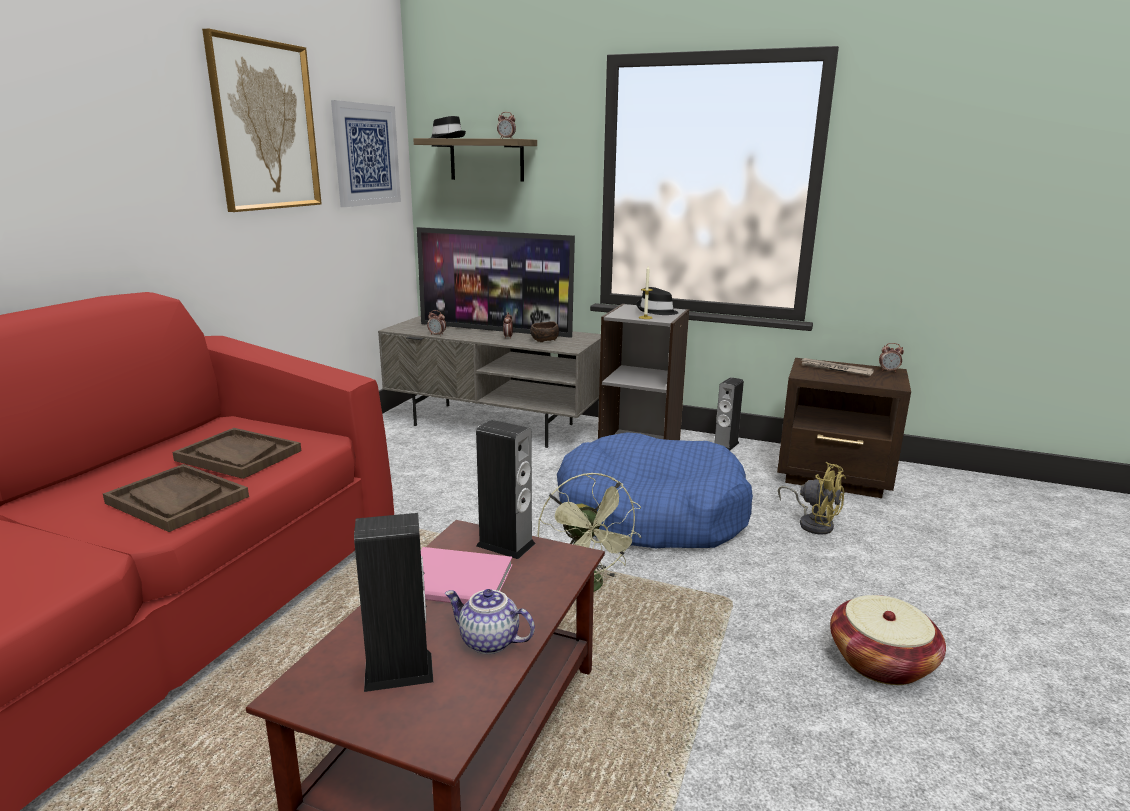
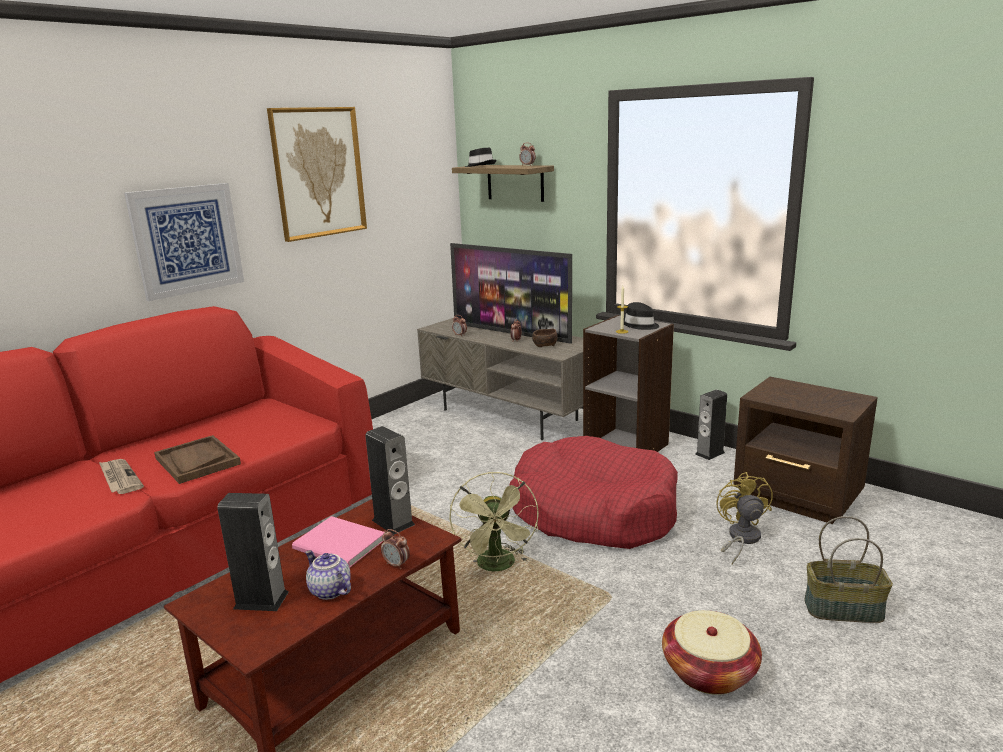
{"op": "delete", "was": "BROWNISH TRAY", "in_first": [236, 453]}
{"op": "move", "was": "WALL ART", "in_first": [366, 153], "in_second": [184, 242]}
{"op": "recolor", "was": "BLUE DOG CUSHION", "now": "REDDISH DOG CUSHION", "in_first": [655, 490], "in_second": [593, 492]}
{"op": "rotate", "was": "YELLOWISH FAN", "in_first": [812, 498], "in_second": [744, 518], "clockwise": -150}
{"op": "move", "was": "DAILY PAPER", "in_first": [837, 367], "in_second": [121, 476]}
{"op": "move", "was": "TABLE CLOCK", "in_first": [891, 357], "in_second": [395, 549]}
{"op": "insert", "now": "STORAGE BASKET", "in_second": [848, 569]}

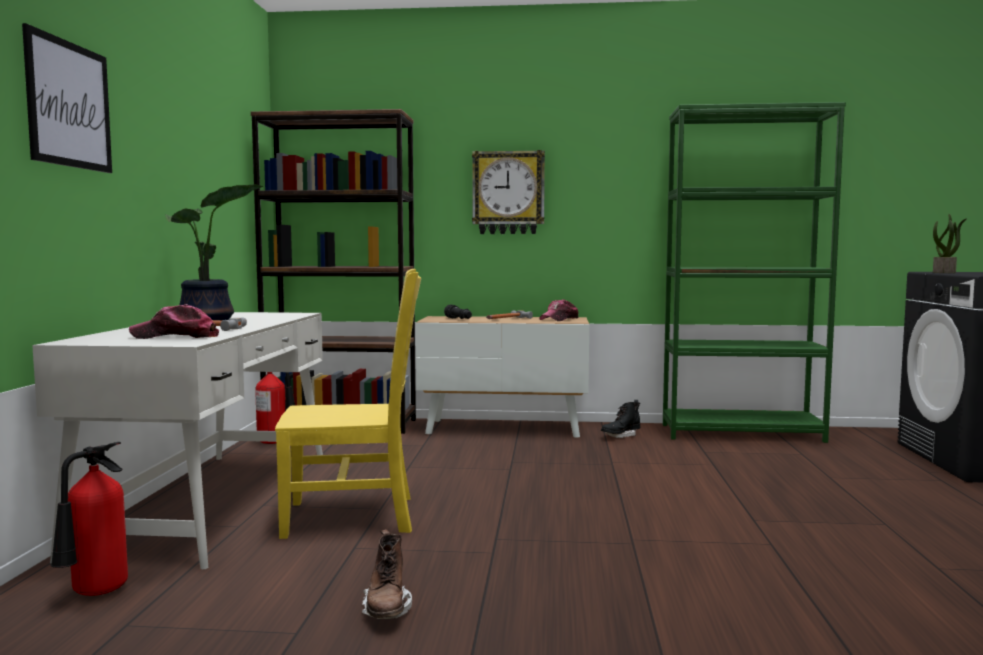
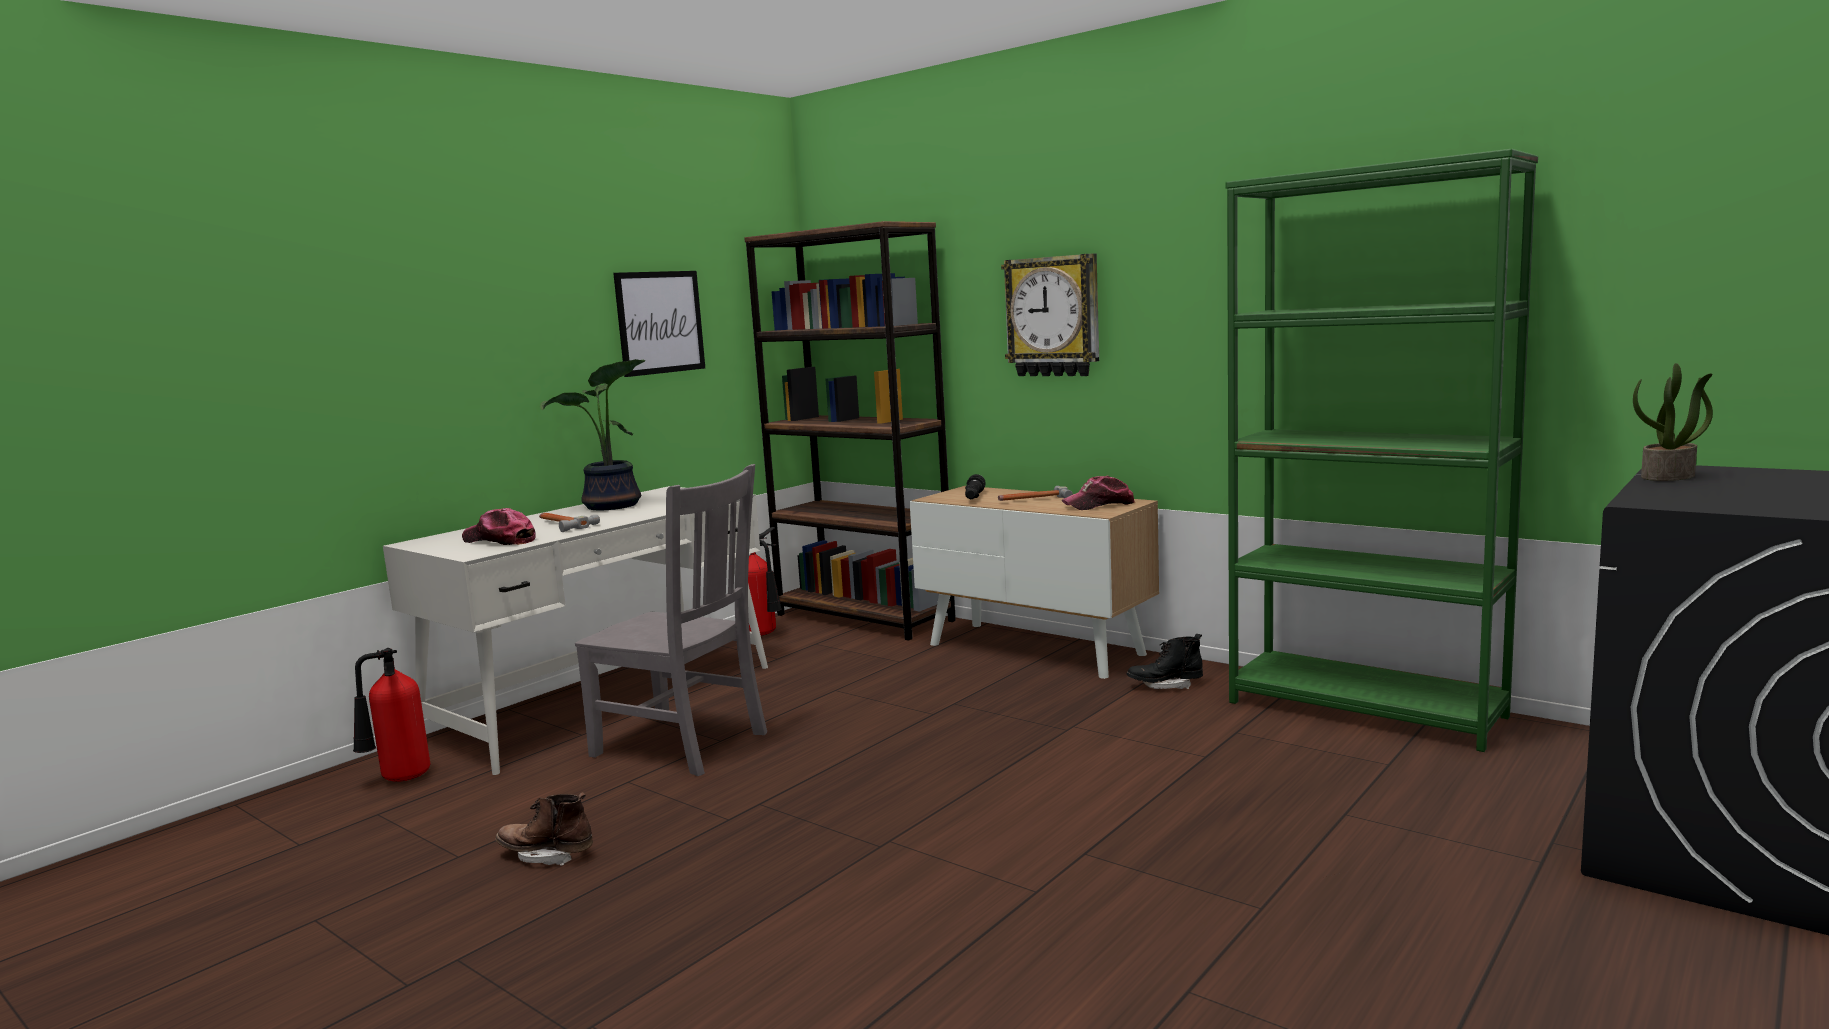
{"op": "move", "was": "WALL ART", "in_first": [67, 98], "in_second": [659, 324]}
{"op": "recolor", "was": "YELLOWISH PLAIN CHAIR", "now": "GREY PLAIN CHAIR", "in_first": [348, 404], "in_second": [671, 620]}
{"op": "rotate", "was": "BROWNISH HIGH-TOP BOOT", "in_first": [387, 574], "in_second": [544, 829], "clockwise": 75}

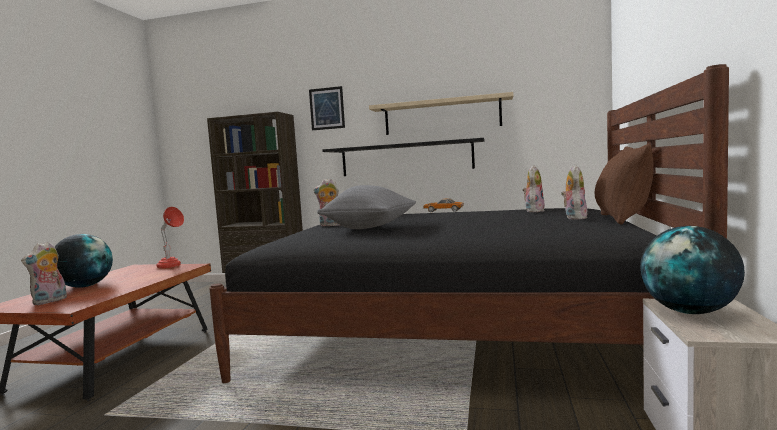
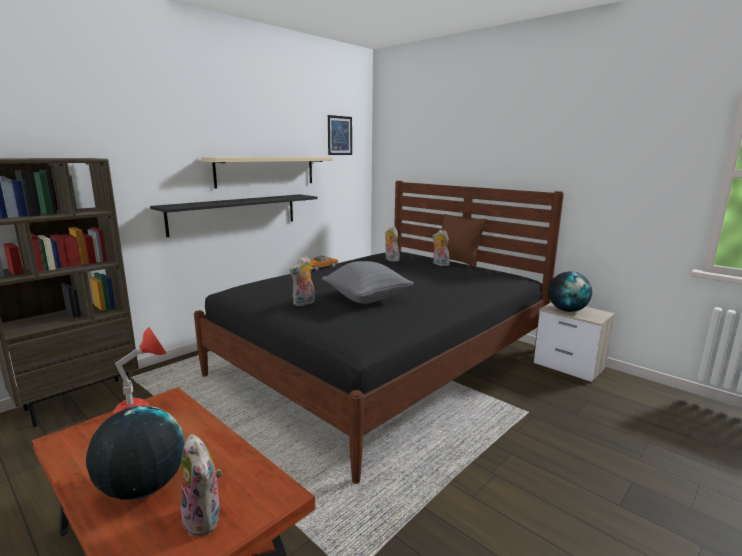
{"op": "move", "was": "WALL ART", "in_first": [327, 108], "in_second": [340, 135]}

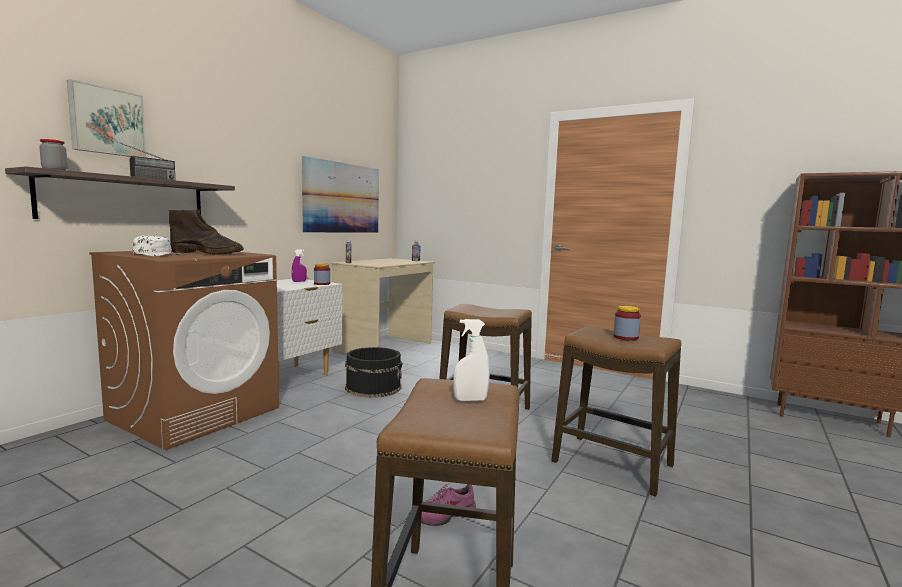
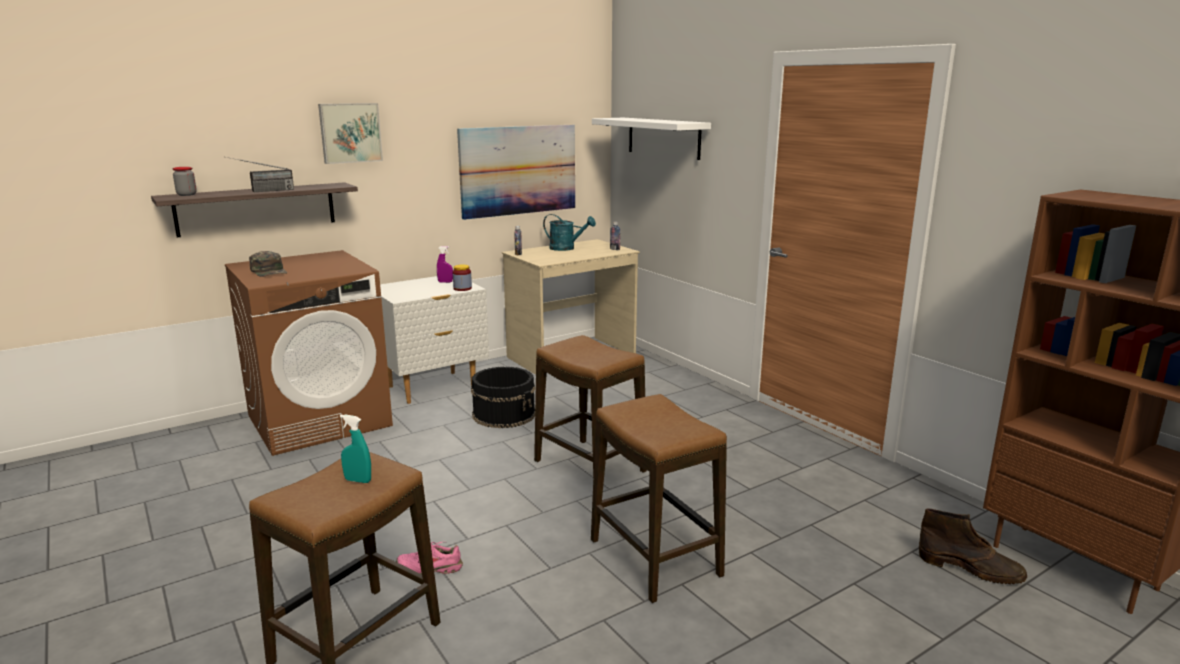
{"op": "move", "was": "WALL ART", "in_first": [107, 118], "in_second": [350, 133]}
{"op": "recolor", "was": "WHITE PEAKED CAP", "now": "GREEN-COLOURED PEAKED CAP", "in_first": [157, 245], "in_second": [268, 264]}
{"op": "move", "was": "BROWNISH HIGH-TOP BOOT", "in_first": [206, 232], "in_second": [973, 546]}
{"op": "recolor", "was": "WHITE HAND SPRAYER", "now": "TURQUOISE-COLOURED HAND SPRAYER", "in_first": [471, 360], "in_second": [355, 448]}
{"op": "delete", "was": "JAR", "in_first": [627, 323]}
{"op": "insert", "now": "TURQUOISE-COLOURED WATERING CAN", "in_second": [569, 232]}
{"op": "insert", "now": "WHITE SHELF", "in_second": [651, 139]}

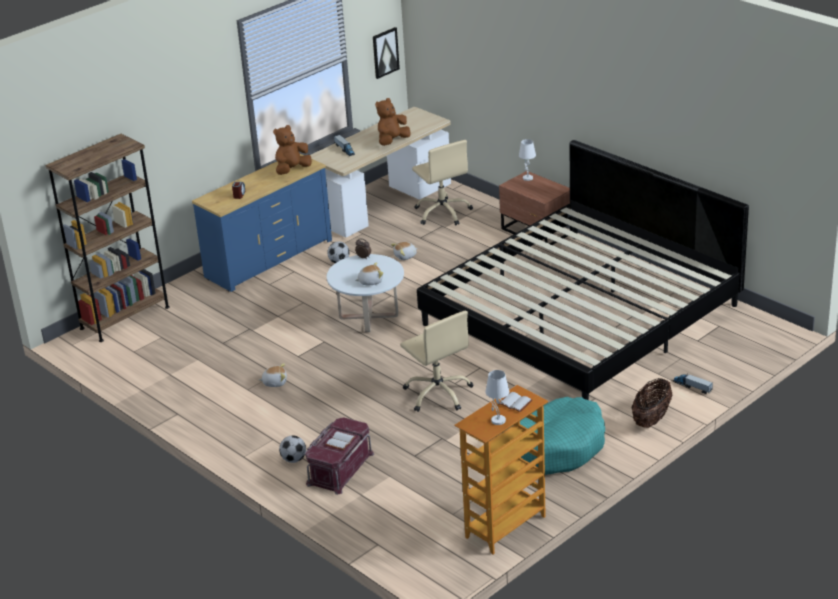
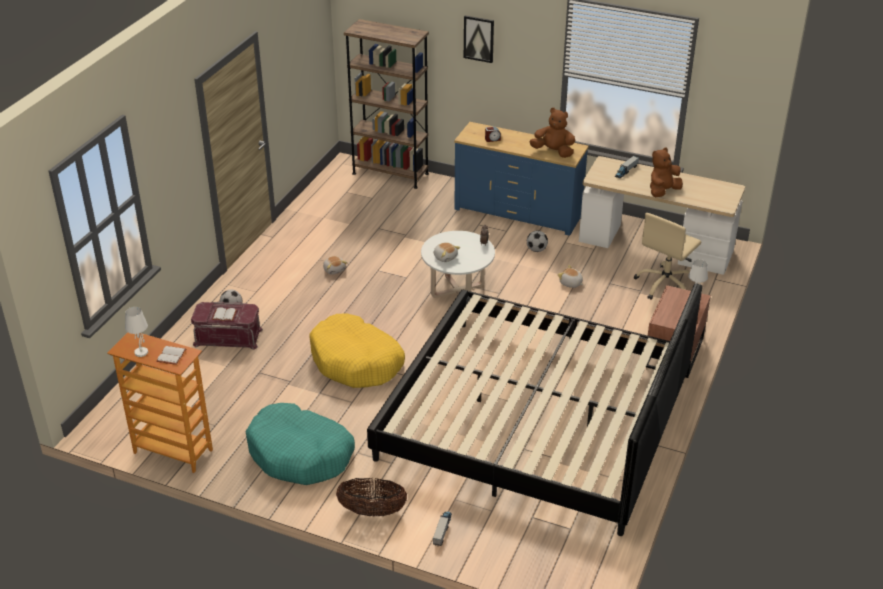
{"op": "move", "was": "WALL ART", "in_first": [386, 53], "in_second": [479, 39]}
{"op": "rotate", "was": "BROWNISH PLUSH TOY", "in_first": [393, 122], "in_second": [666, 172], "clockwise": -60}
{"op": "replace", "was": "SAND-COLOURED DESK CHAIR", "now": "YELLOWISH DOG CUSHION", "in_first": [436, 361], "in_second": [357, 351]}

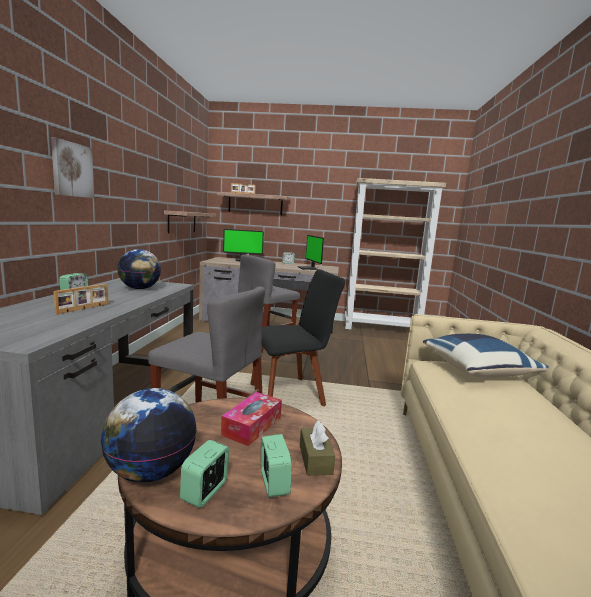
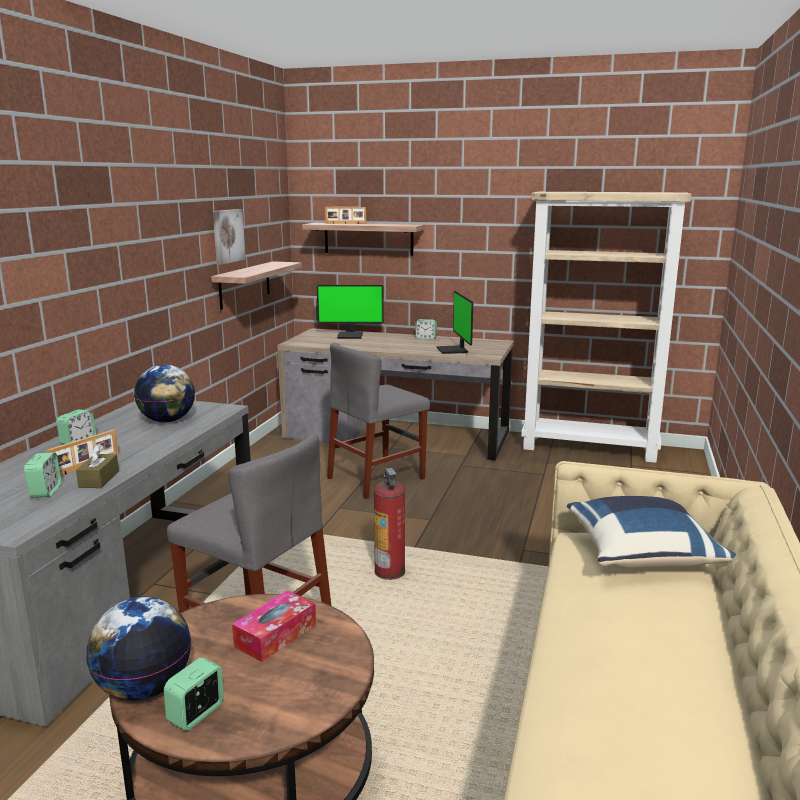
{"op": "move", "was": "WALL ART", "in_first": [72, 167], "in_second": [229, 237]}
{"op": "replace", "was": "BLACK-COLOURED PLAIN CHAIR", "now": "EXTINGUISHER", "in_first": [297, 338], "in_second": [389, 524]}
{"op": "move", "was": "TABLE CLOCK", "in_first": [276, 465], "in_second": [43, 475]}
{"op": "move", "was": "BROWNISH BOX OF TISSUES", "in_first": [317, 448], "in_second": [97, 466]}

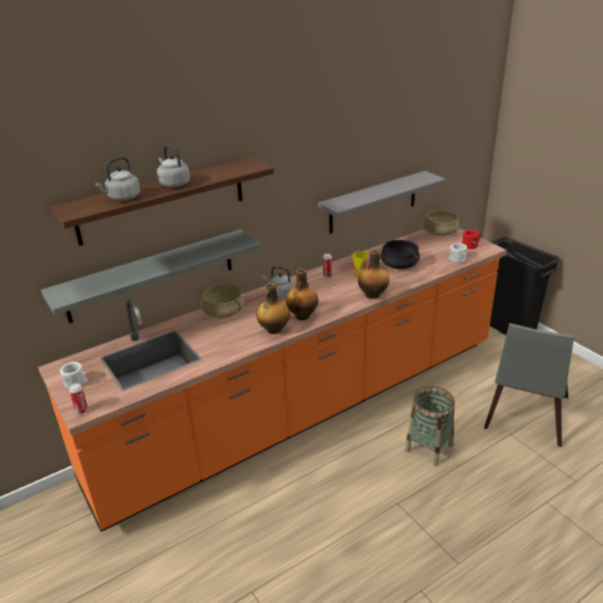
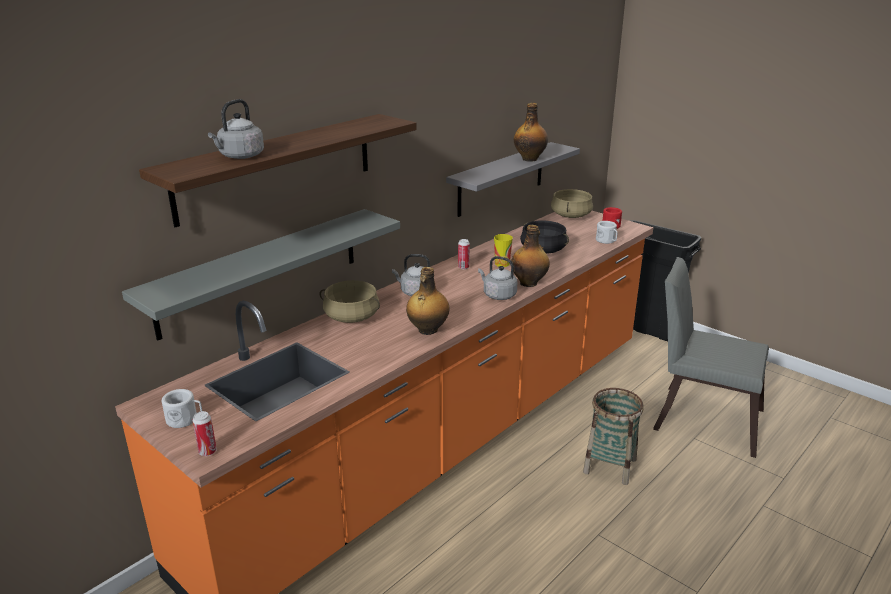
{"op": "move", "was": "GREY TEA KETTLE", "in_first": [173, 166], "in_second": [497, 278]}
{"op": "move", "was": "BOTTLE", "in_first": [302, 294], "in_second": [531, 132]}
{"op": "rotate", "was": "GREY PLAIN CHAIR", "in_first": [529, 385], "in_second": [711, 357], "clockwise": 105}

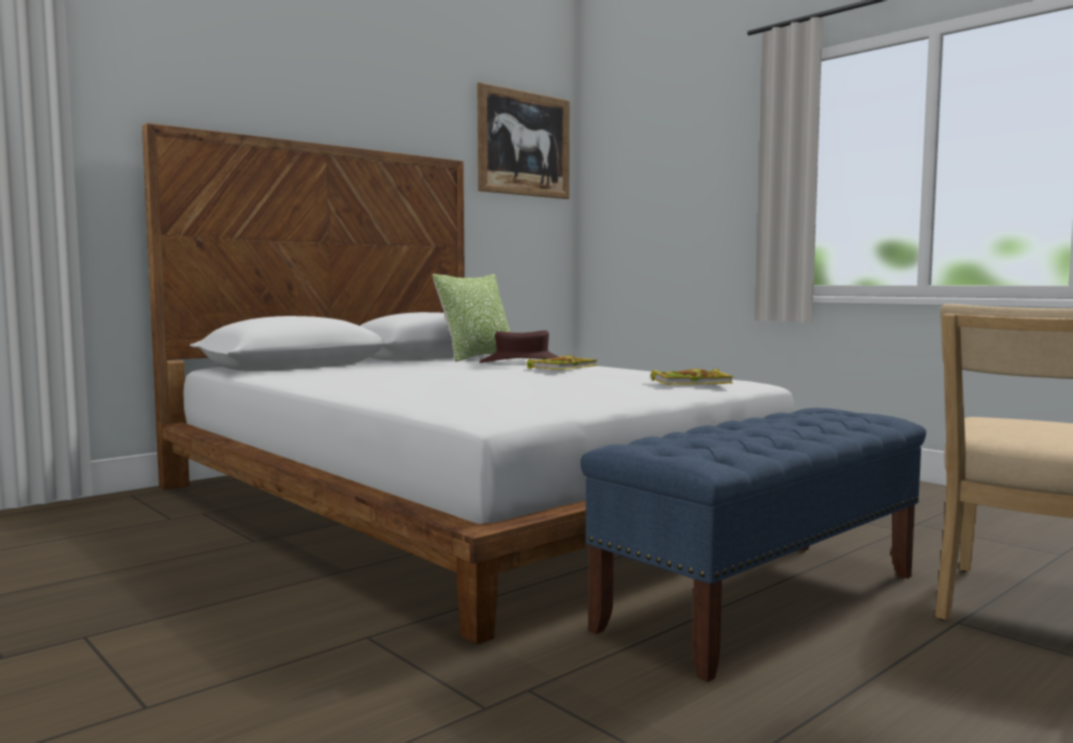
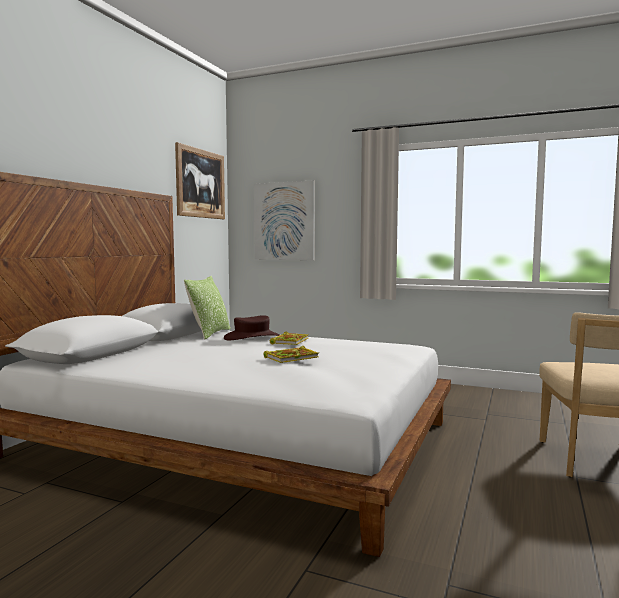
{"op": "delete", "was": "BLUE BENCH", "in_first": [753, 545]}
{"op": "move", "was": "VOLUME", "in_first": [692, 376], "in_second": [291, 354]}
{"op": "insert", "now": "WALL ART", "in_second": [284, 220]}

